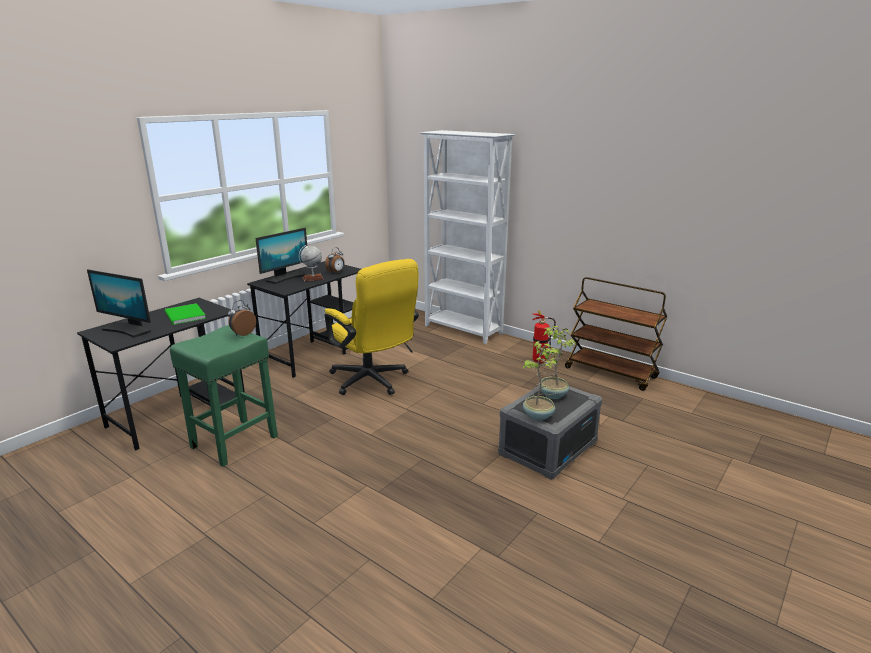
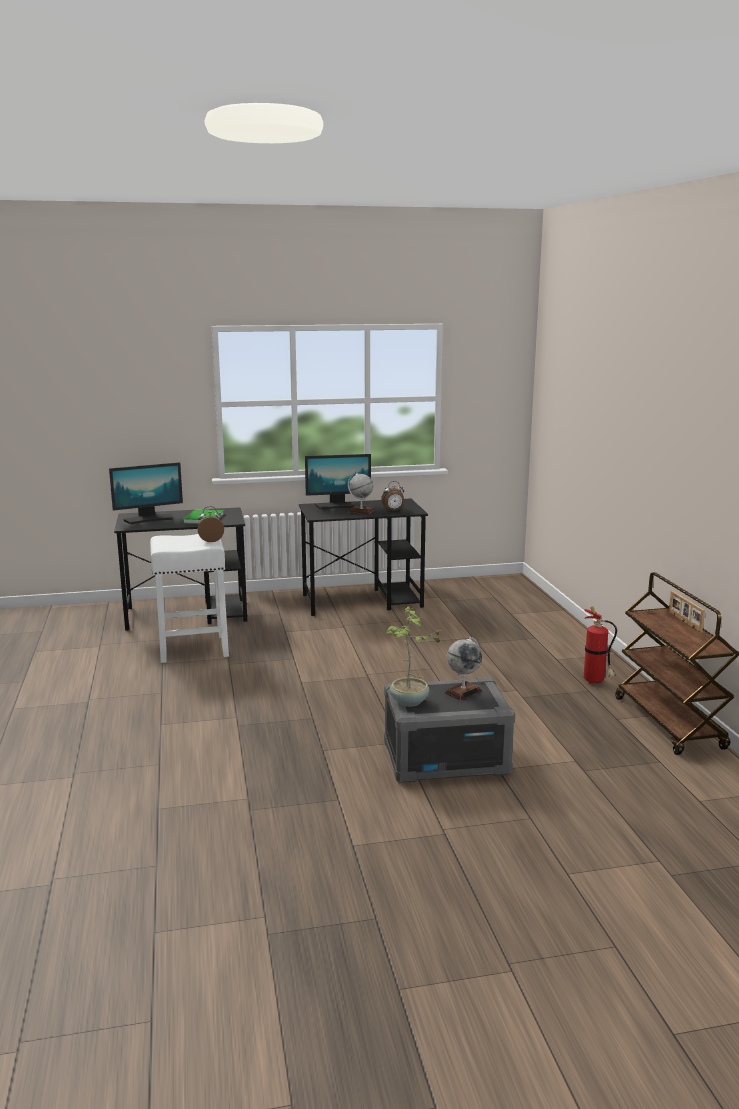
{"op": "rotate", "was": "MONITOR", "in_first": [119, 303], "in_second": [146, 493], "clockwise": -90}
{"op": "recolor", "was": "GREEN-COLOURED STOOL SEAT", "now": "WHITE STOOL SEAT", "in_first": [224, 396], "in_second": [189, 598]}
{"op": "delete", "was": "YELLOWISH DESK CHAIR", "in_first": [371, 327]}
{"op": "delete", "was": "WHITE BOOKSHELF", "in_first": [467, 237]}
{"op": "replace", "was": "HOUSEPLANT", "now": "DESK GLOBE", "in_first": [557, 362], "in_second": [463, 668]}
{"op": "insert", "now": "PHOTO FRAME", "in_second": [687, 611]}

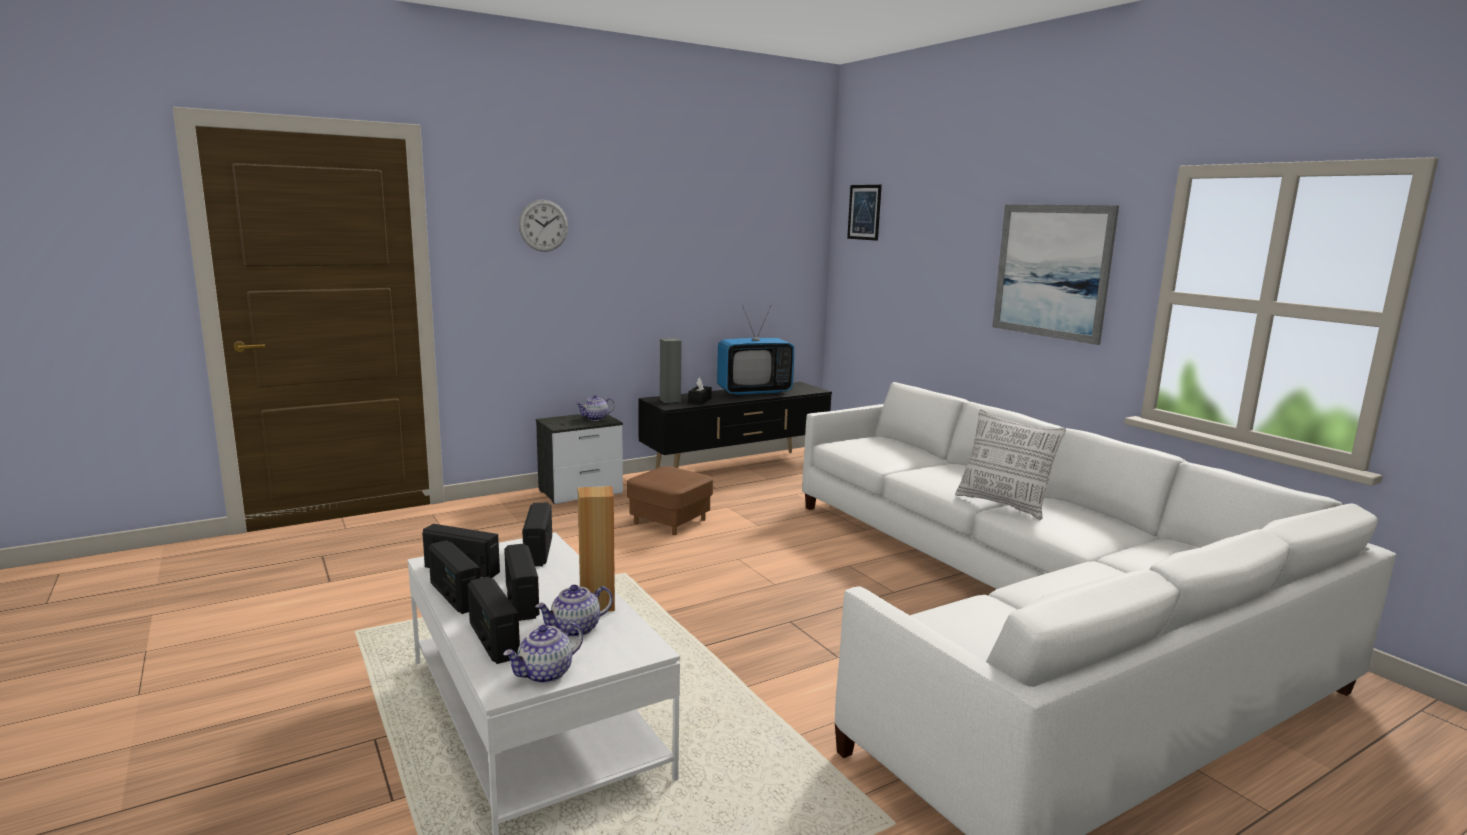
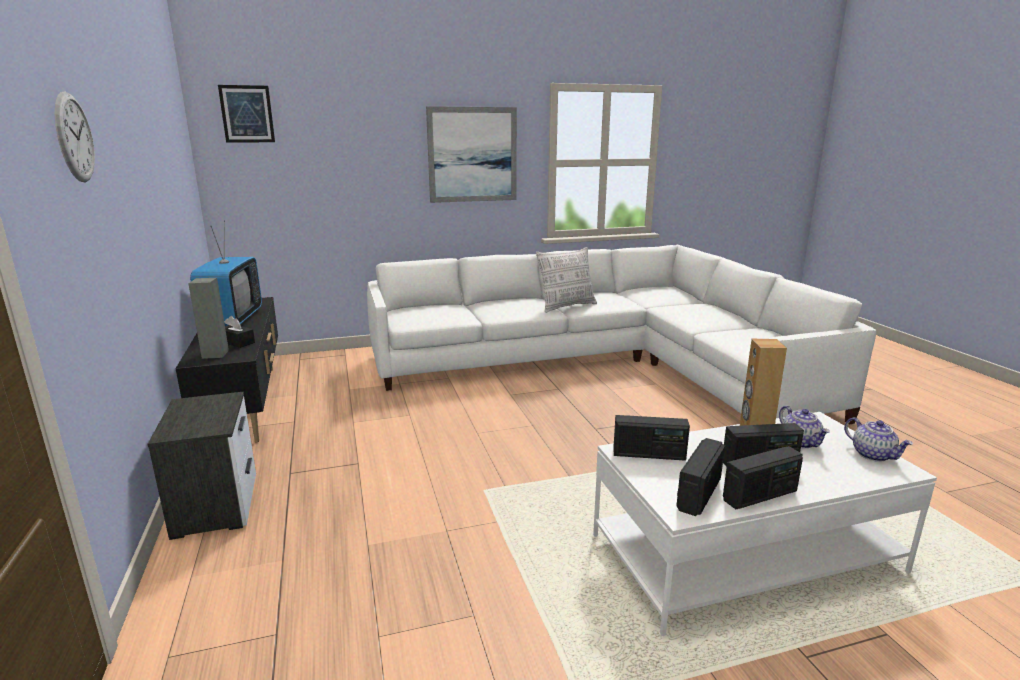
{"op": "delete", "was": "RADIO SET", "in_first": [494, 620]}
{"op": "delete", "was": "TEA POT", "in_first": [595, 408]}
{"op": "delete", "was": "BROWNISH OTTOMAN", "in_first": [670, 500]}

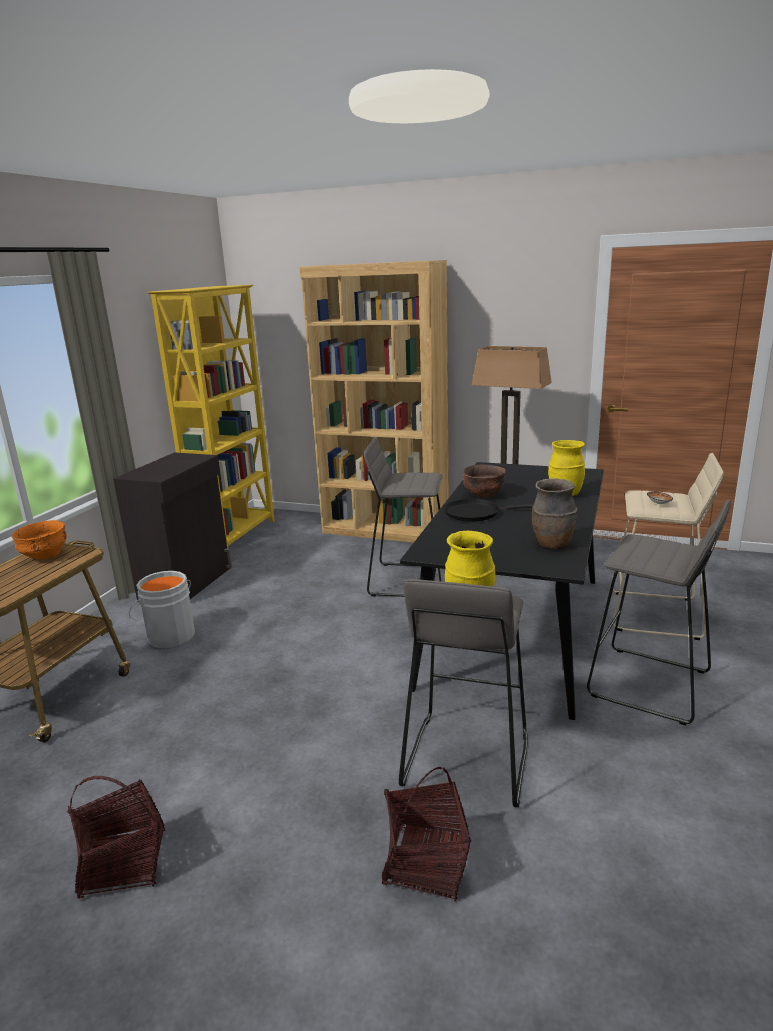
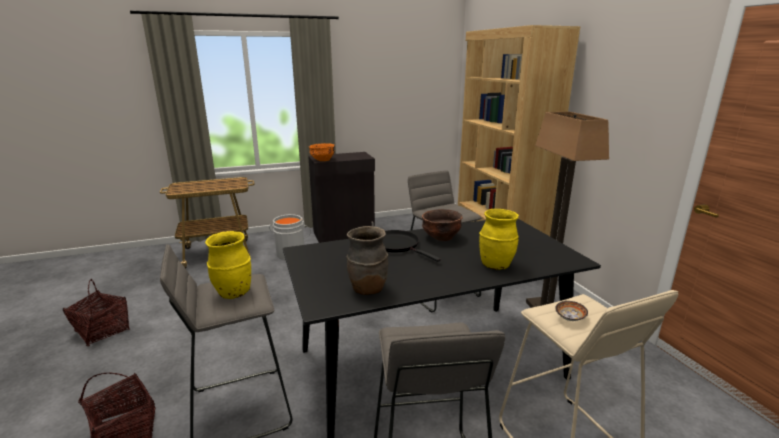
{"op": "move", "was": "ORANGEY BOWL", "in_first": [39, 540], "in_second": [322, 152]}
{"op": "delete", "was": "YELLOWISH BOOKSHELF", "in_first": [211, 417]}

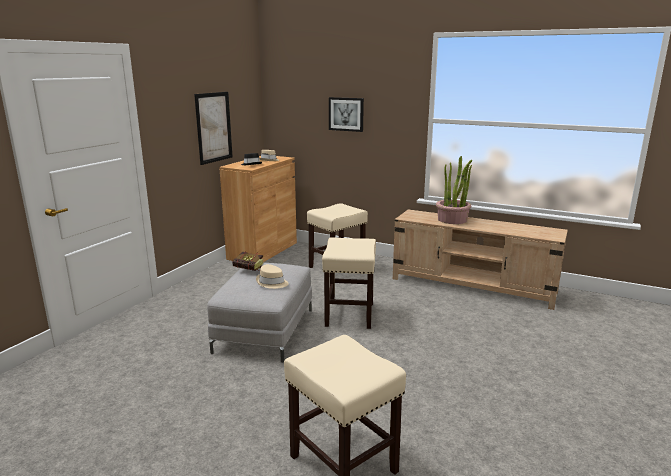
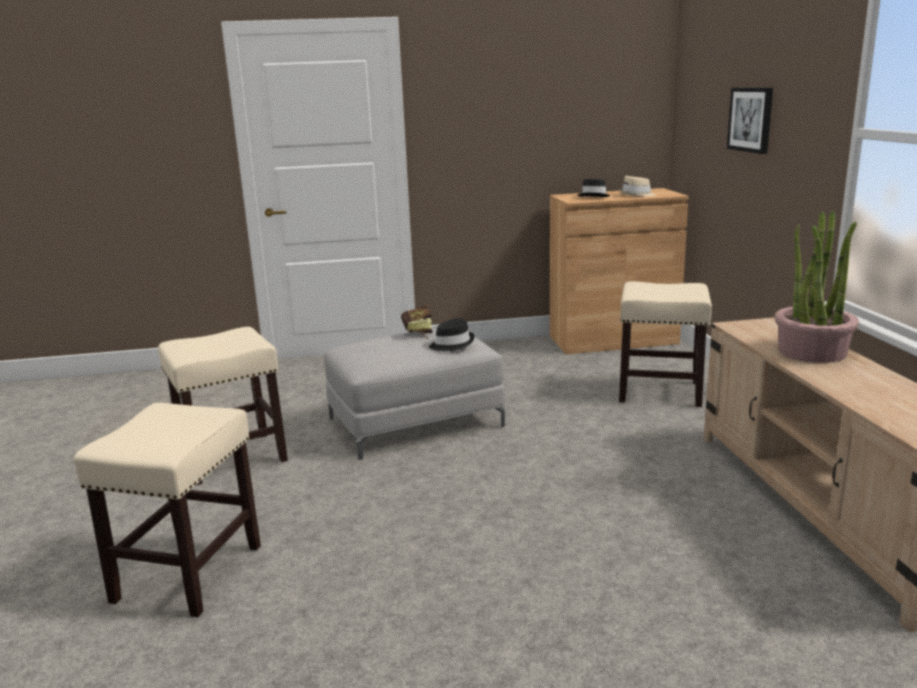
{"op": "delete", "was": "WALL ART", "in_first": [213, 128]}
{"op": "delete", "was": "SAND-COLOURED HAT", "in_first": [272, 276]}
{"op": "move", "was": "SAND-COLOURED STOOL SEAT", "in_first": [349, 283], "in_second": [223, 406]}
{"op": "insert", "now": "BLACK-COLOURED HAT", "in_second": [451, 334]}

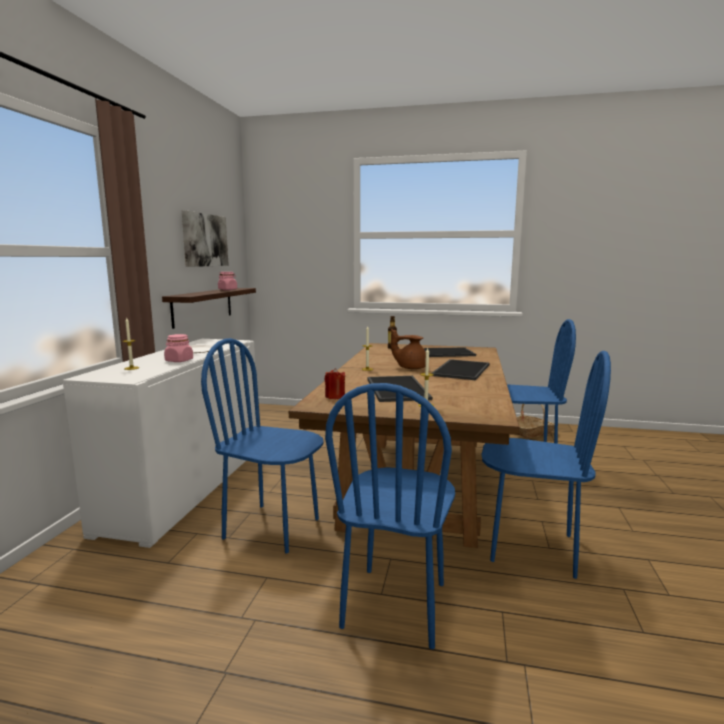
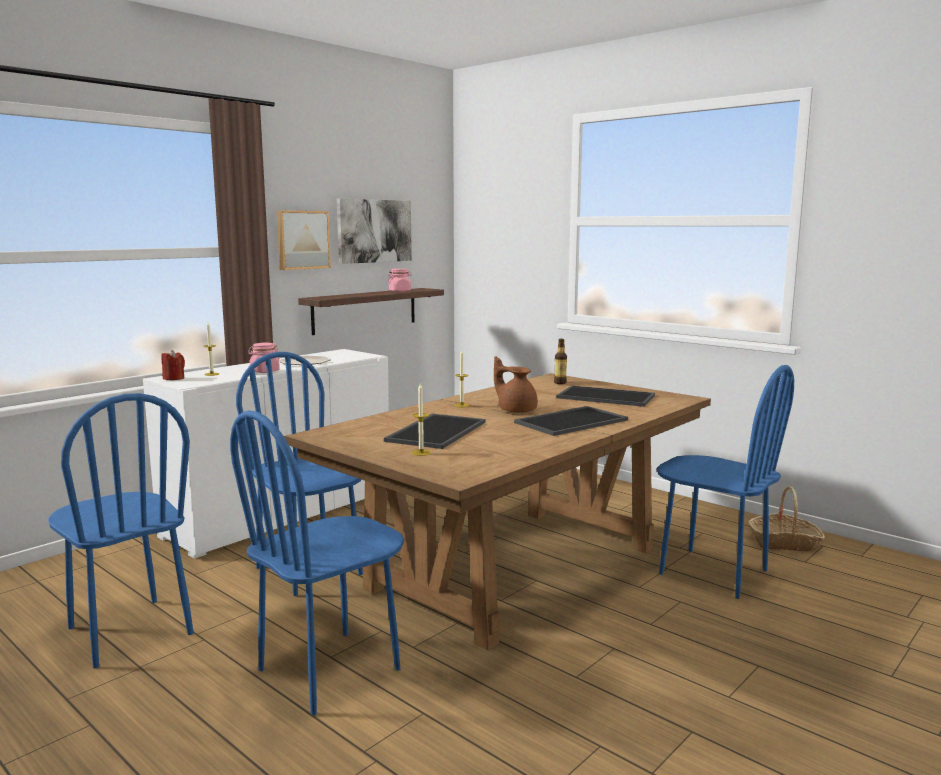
{"op": "move", "was": "REDDISH WAX LIGHT", "in_first": [335, 383], "in_second": [173, 365]}
{"op": "move", "was": "BLUE PLAIN CHAIR", "in_first": [546, 465], "in_second": [121, 531]}
{"op": "insert", "now": "WALL ART", "in_second": [304, 240]}

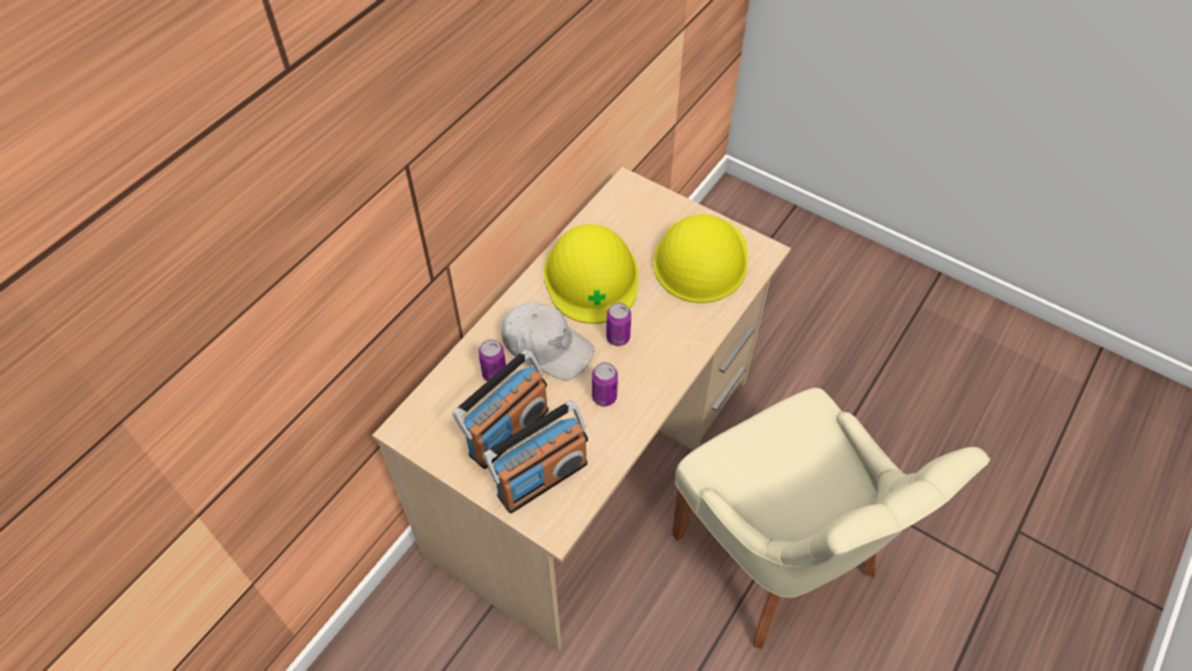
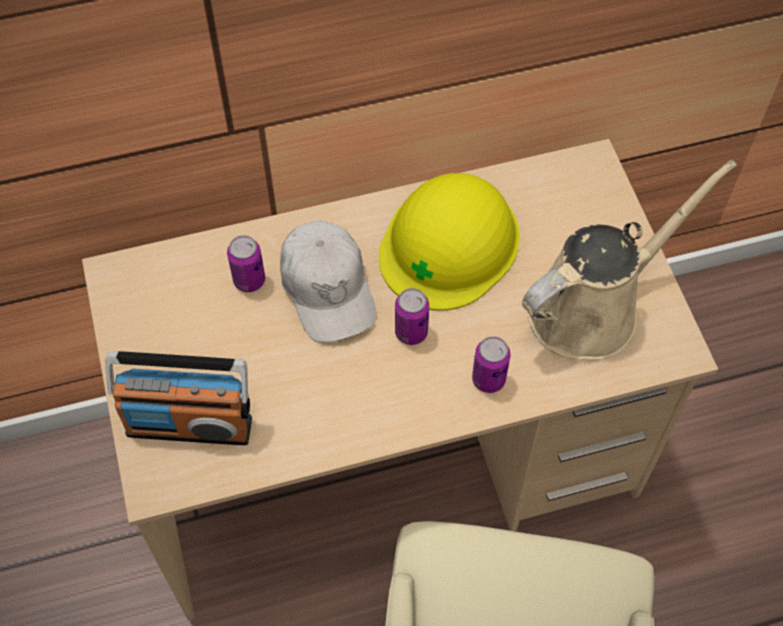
{"op": "delete", "was": "RADIO SET", "in_first": [501, 409]}
{"op": "move", "was": "CAN", "in_first": [605, 384], "in_second": [491, 364]}
{"op": "replace", "was": "YELLOWISH SAFETY HELMET", "now": "SAND-COLOURED WATERING CAN", "in_first": [700, 258], "in_second": [629, 260]}

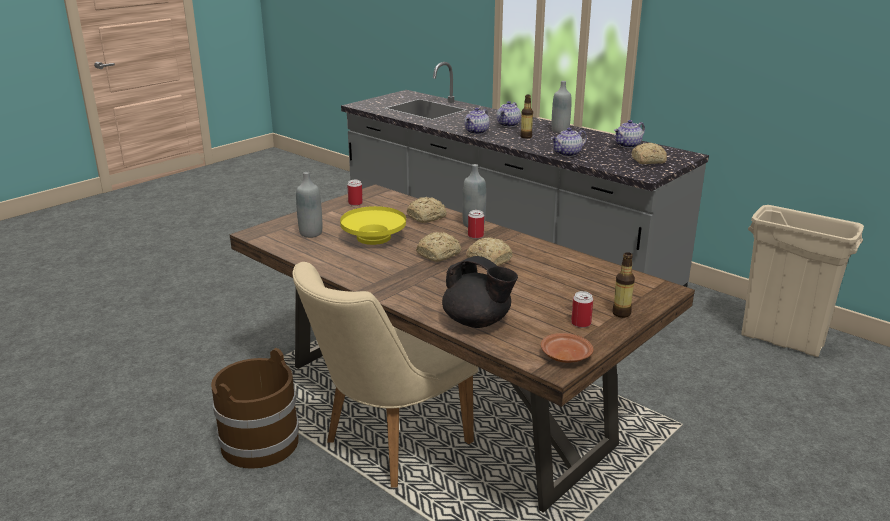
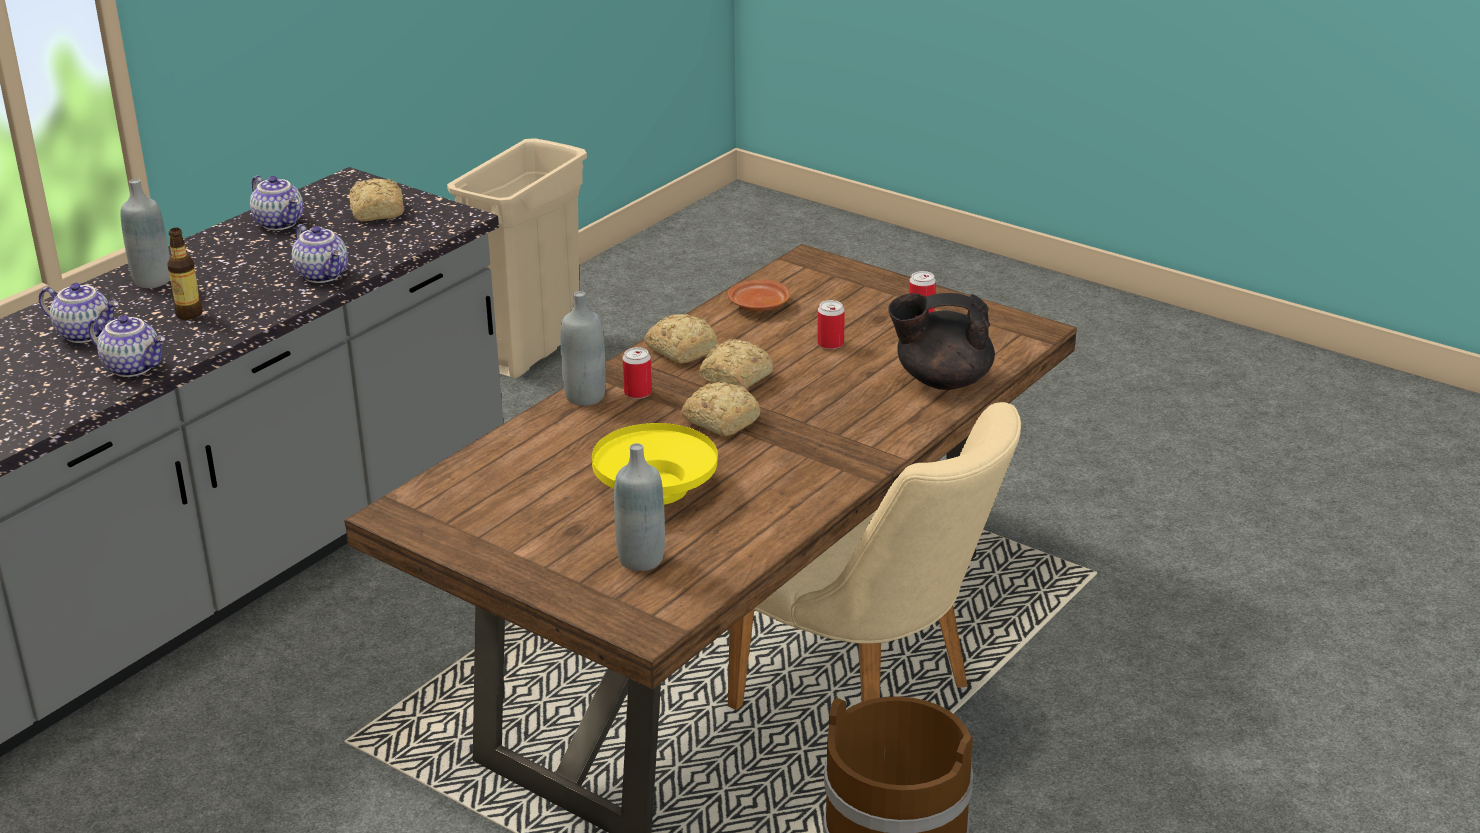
{"op": "move", "was": "CAN", "in_first": [355, 193], "in_second": [831, 324]}
{"op": "move", "was": "BAKED BREAD", "in_first": [427, 210], "in_second": [681, 338]}
{"op": "rotate", "was": "BLACK-COLOURED TEA POT", "in_first": [480, 292], "in_second": [942, 341], "clockwise": -120}
{"op": "move", "was": "BROWNISH FLAT DISH", "in_first": [567, 348], "in_second": [759, 296]}
{"op": "delete", "was": "BOTTLE", "in_first": [623, 285]}

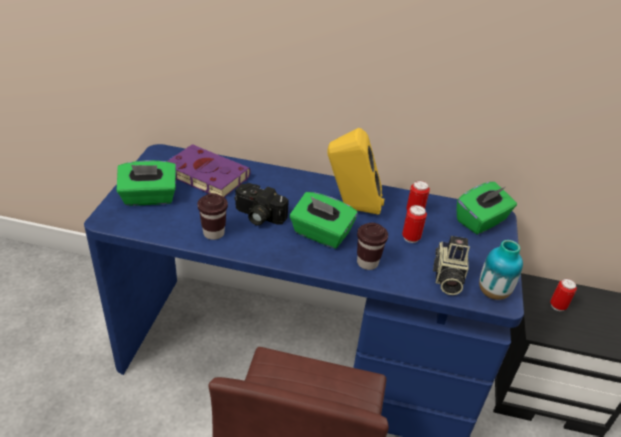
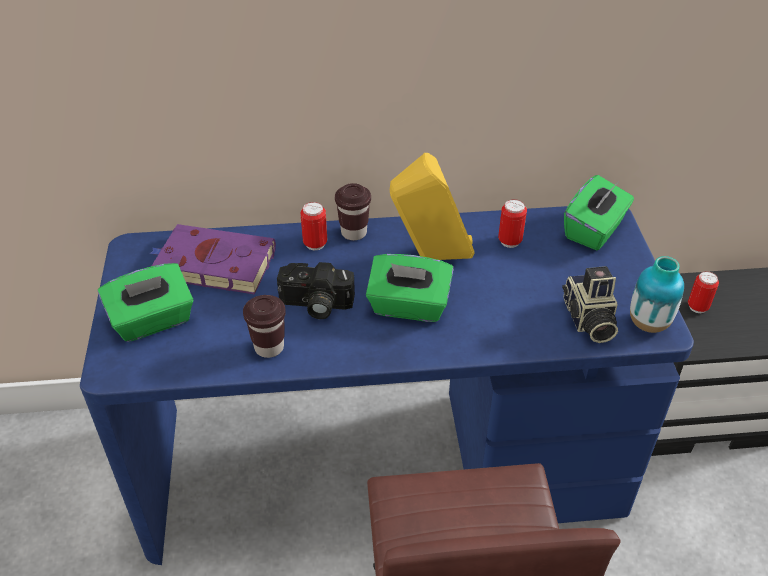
{"op": "move", "was": "BROWNISH CUP", "in_first": [372, 246], "in_second": [353, 211]}
{"op": "move", "was": "CAN", "in_first": [414, 224], "in_second": [314, 226]}

